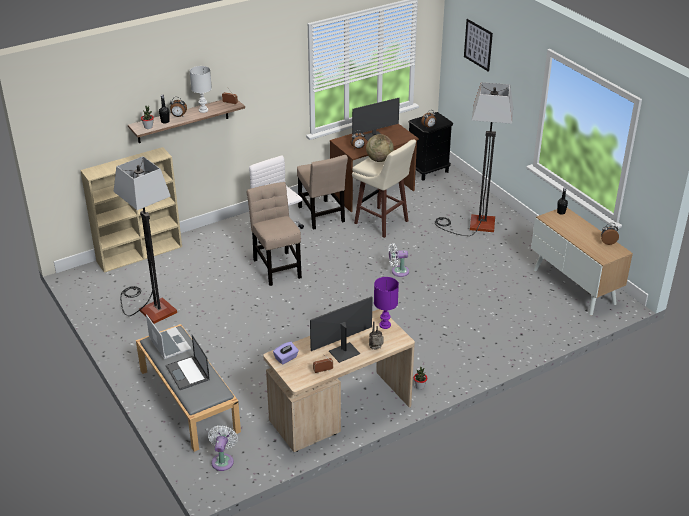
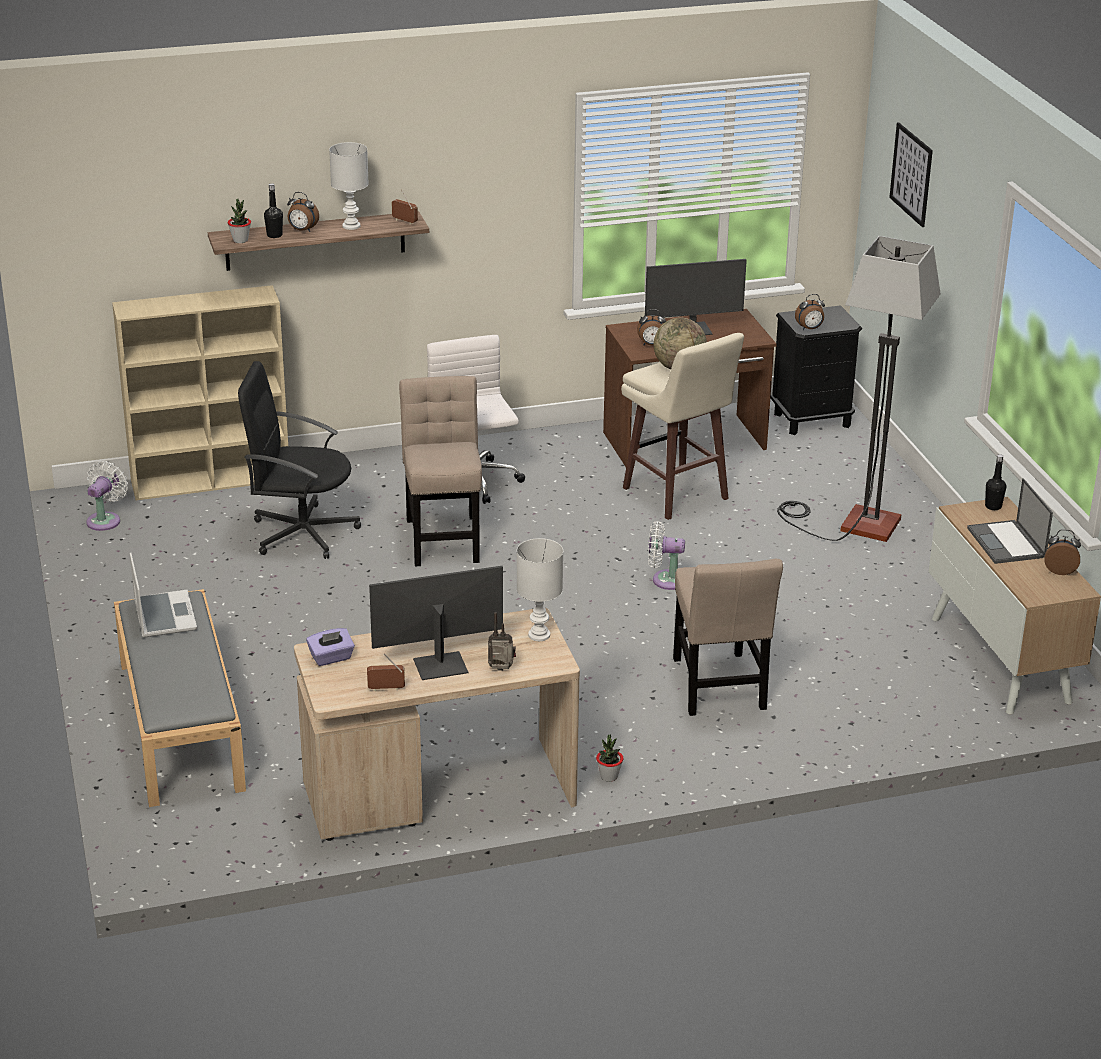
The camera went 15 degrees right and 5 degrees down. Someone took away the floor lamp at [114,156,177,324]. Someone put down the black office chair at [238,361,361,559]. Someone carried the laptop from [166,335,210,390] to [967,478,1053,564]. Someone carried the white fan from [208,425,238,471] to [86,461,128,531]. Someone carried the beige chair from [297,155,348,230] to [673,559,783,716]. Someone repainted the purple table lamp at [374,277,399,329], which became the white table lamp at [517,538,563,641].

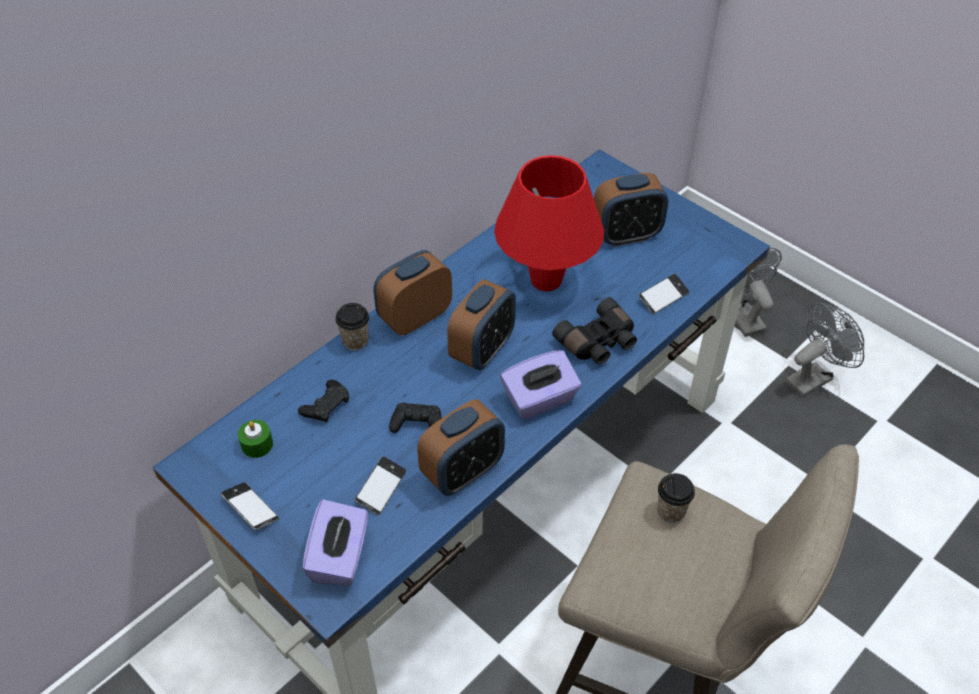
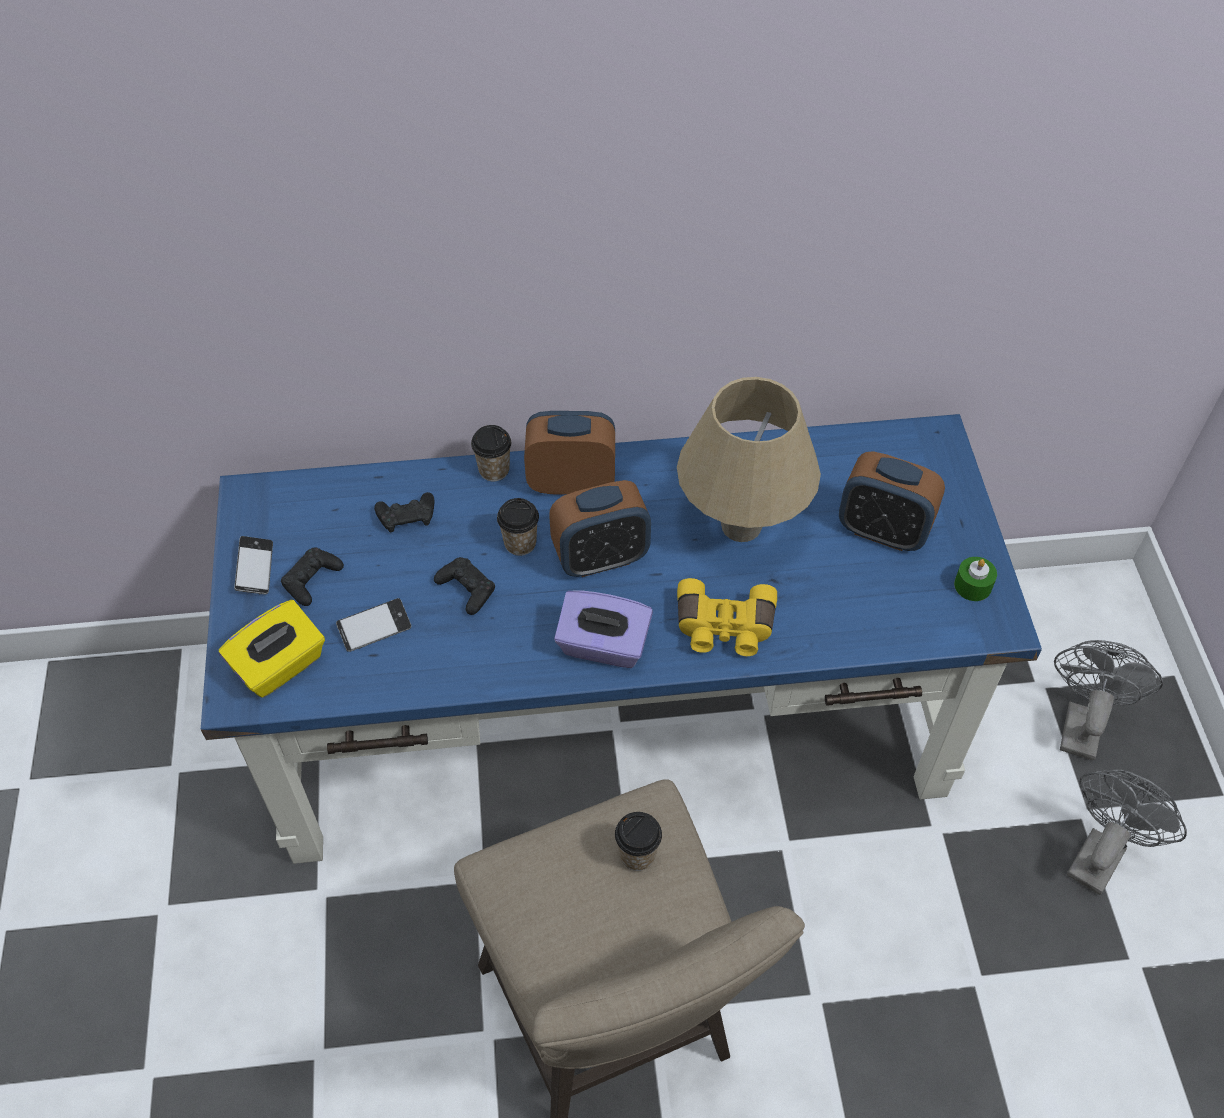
The camera went 40 degrees right and 5 degrees up. Someone took away the alarm clock at [417,399,505,496]. Someone took away the phone at [638,274,689,314]. Someone put down the black game controller at [281,547,344,606]. Someone put down the cup at [497,498,539,556]. Someone carried the green candle from [238,420,273,458] to [954,557,997,601]. Someone repainted the purple tissue box at [302,499,368,586], which became the yellow tissue box at [219,600,325,698]. Someone repainted the red table lamp at [494,155,604,291], which became the beige table lamp at [677,377,821,542]. Someone repainted the black binoculars at [552,297,637,365], which became the yellow binoculars at [677,578,777,656]. Someone rotated the grey fan at [785,303,864,397] by 60 degrees counterclockwise.

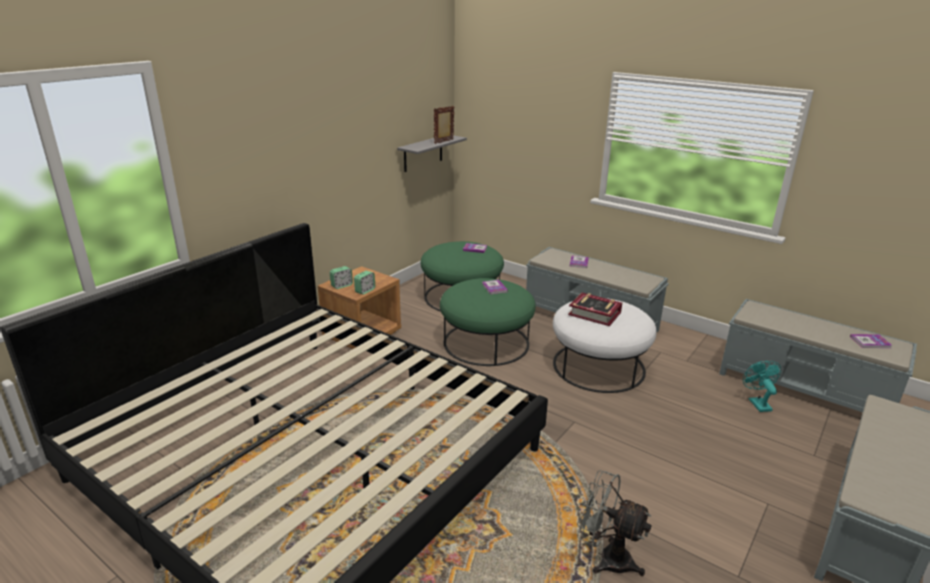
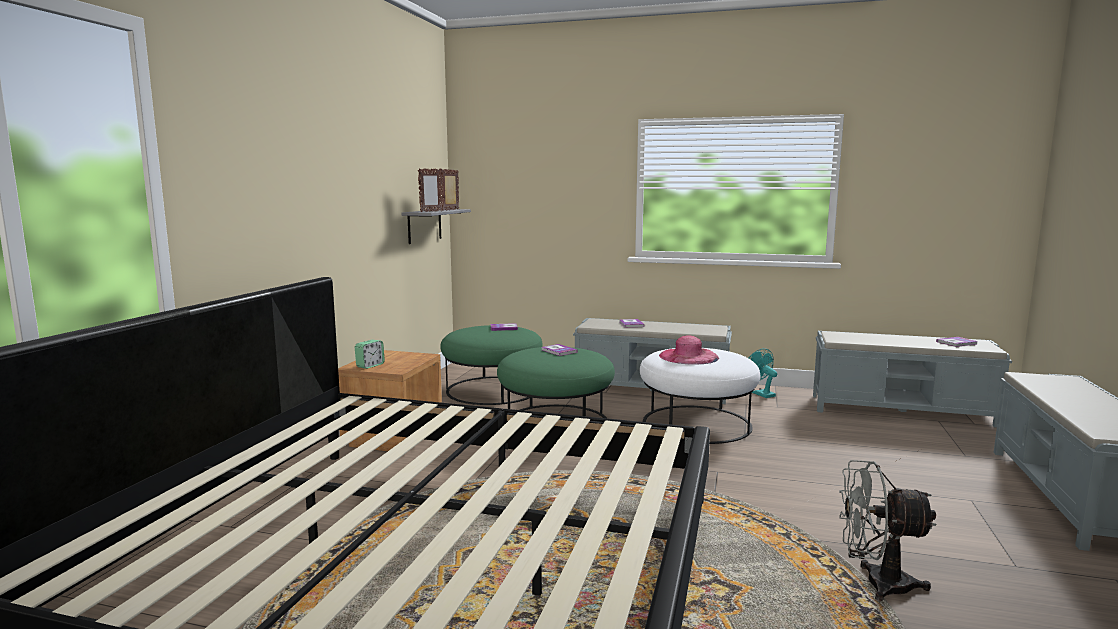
The camera went 20 degrees left and 15 degrees down. Someone took away the alarm clock at [354,271,375,295]. Someone put down the picture frame at [418,168,443,212]. Someone carried the turquoise fan from [743,361,781,412] to [749,348,777,398]. Someone swapped the book at [568,293,622,326] for the pink hat at [659,335,719,364].

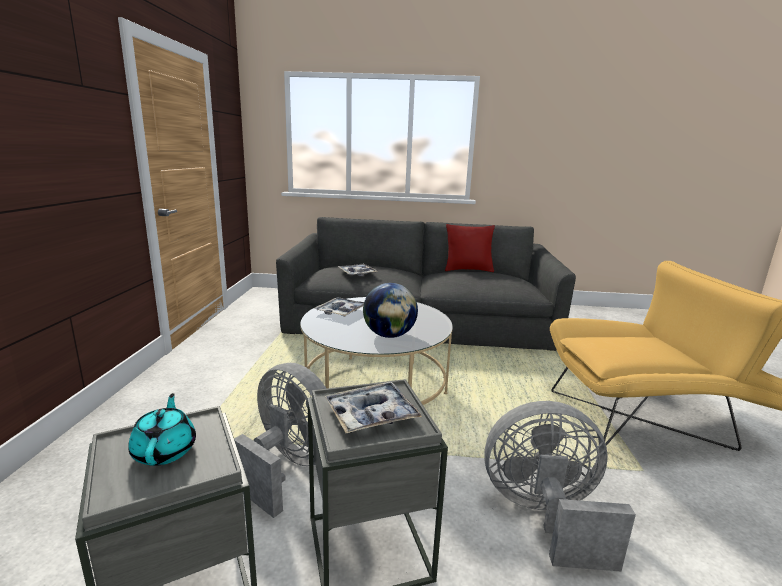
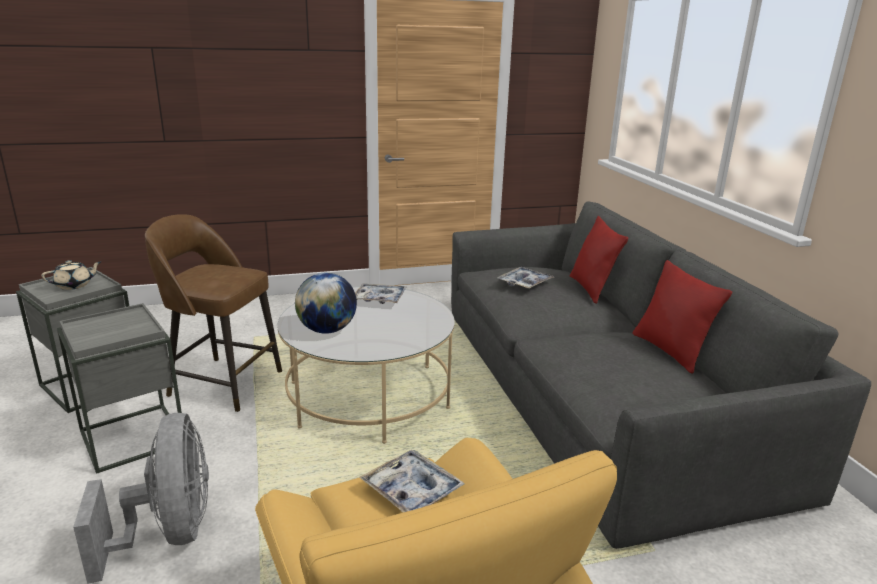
The camera went 70 degrees right and 5 degrees up. Someone put down the red pillow at [570,216,628,304]. Someone carried the tray from [325,382,422,433] to [359,450,465,512]. Someone swapped the grey fan at [234,363,327,518] for the brown stool at [145,214,282,412]. Someone repainted the turquoise teapot at [128,393,196,466], which became the beige teapot at [42,260,102,290].

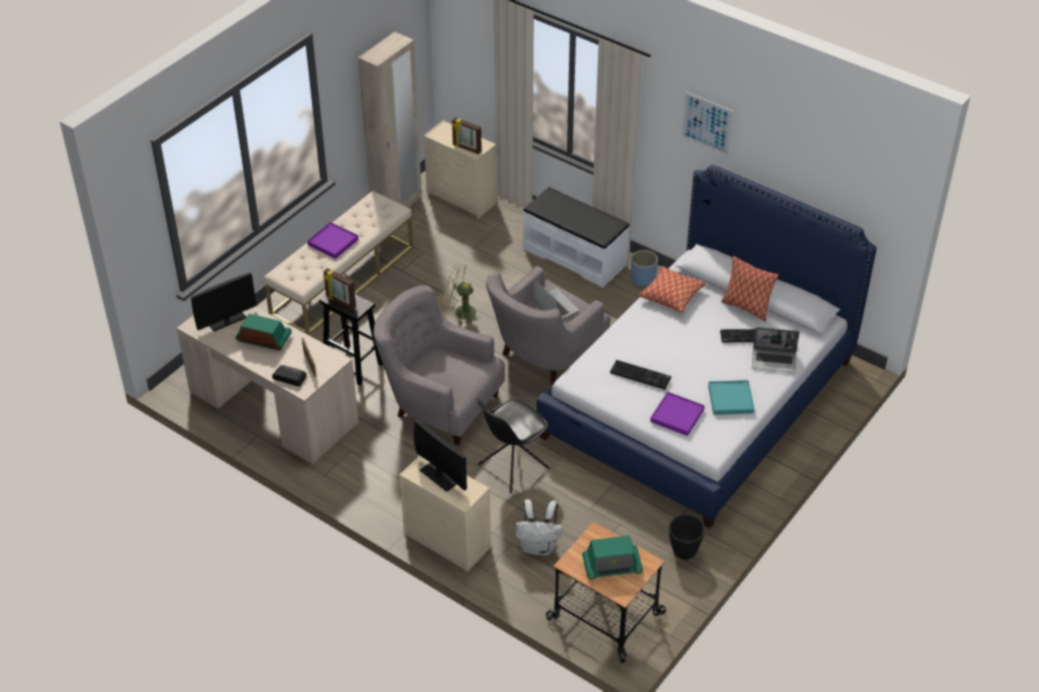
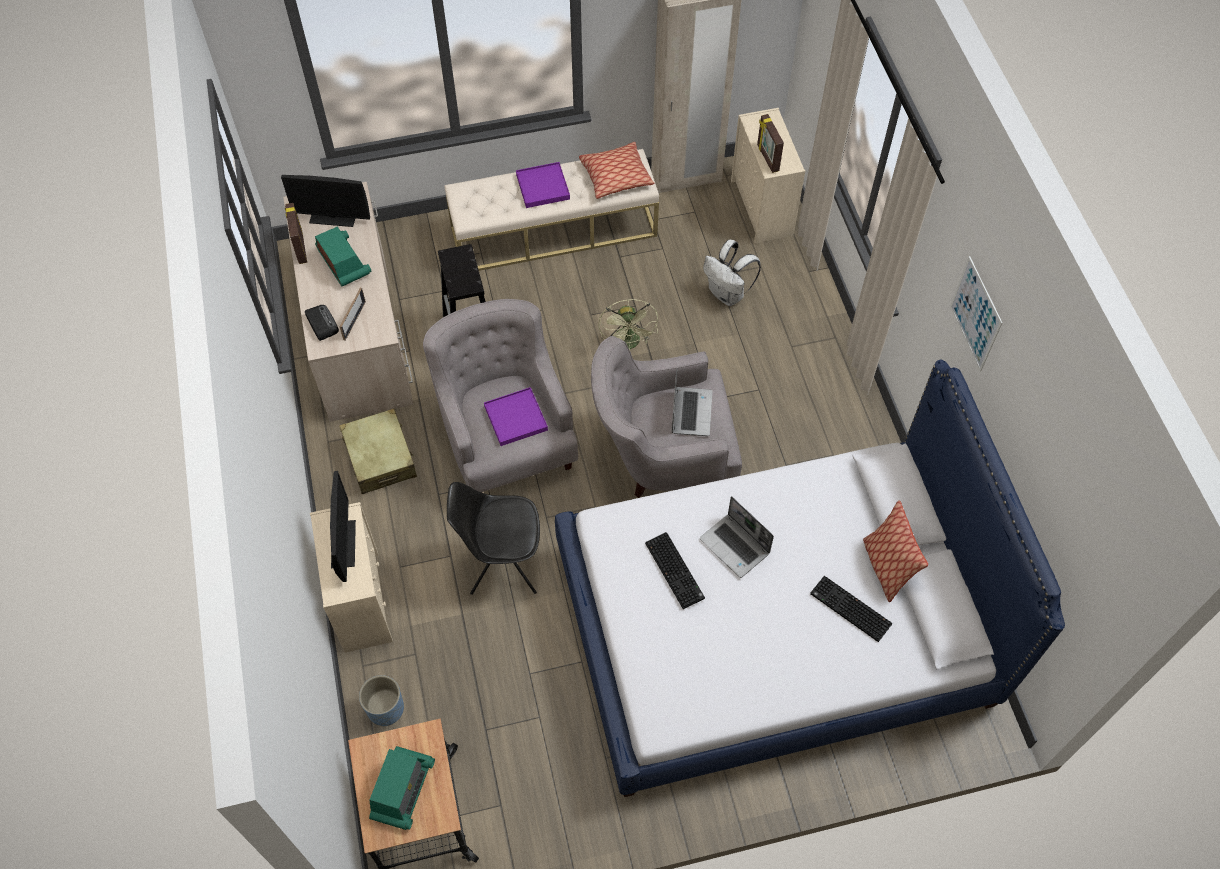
The camera went 40 degrees right and 15 degrees up. Someone took away the white bench at [523,187,630,288]. Someone took away the black planter at [669,514,705,560]. Someone took away the turquoise tray at [708,380,754,415]. Someone put down the beige suitcase at [339,408,417,494]. Someone carried the picture frame from [323,268,356,310] to [285,203,307,264]. Someone carried the white backpack from [516,499,562,555] to [703,240,761,306]. Someone carried the blue planter from [631,250,658,287] to [359,675,404,726]. Someone carried the pillow from [639,266,706,313] to [579,142,654,199]. Someone carried the purple tray from [650,392,705,436] to [484,387,548,446]. Someone carried the laptop from [752,327,799,373] to [700,496,774,578]. Someone rotated the green fan at [444,264,481,324] by 150 degrees counterclockwise. Someone rotated the radio at [582,536,643,580] by 105 degrees counterclockwise.

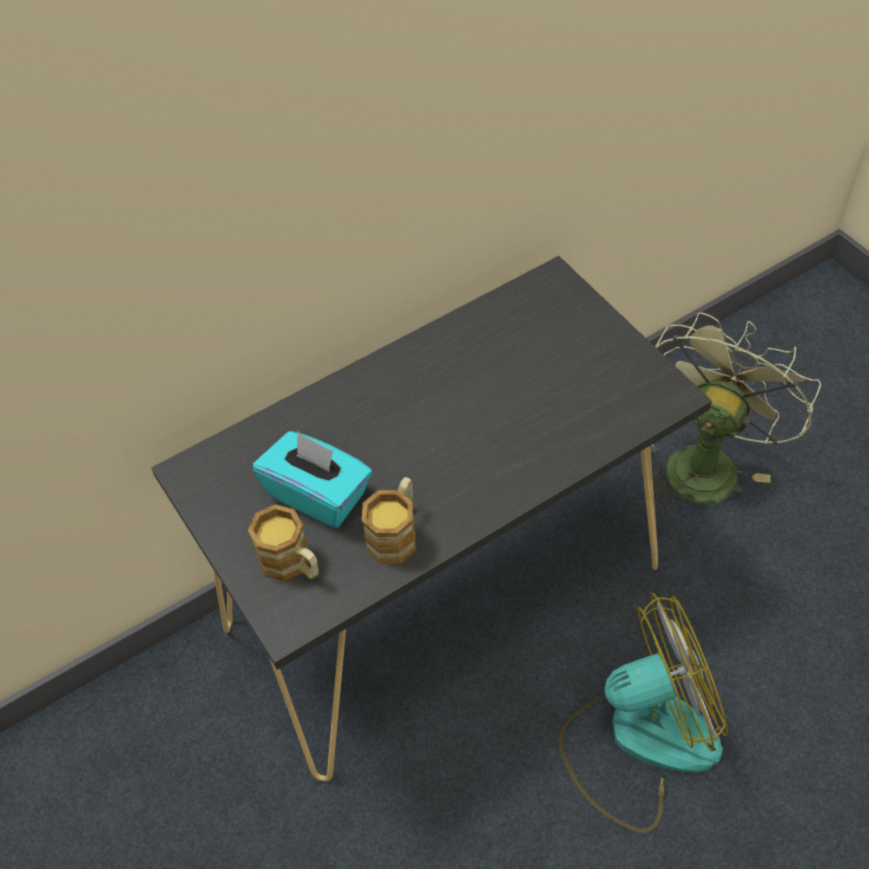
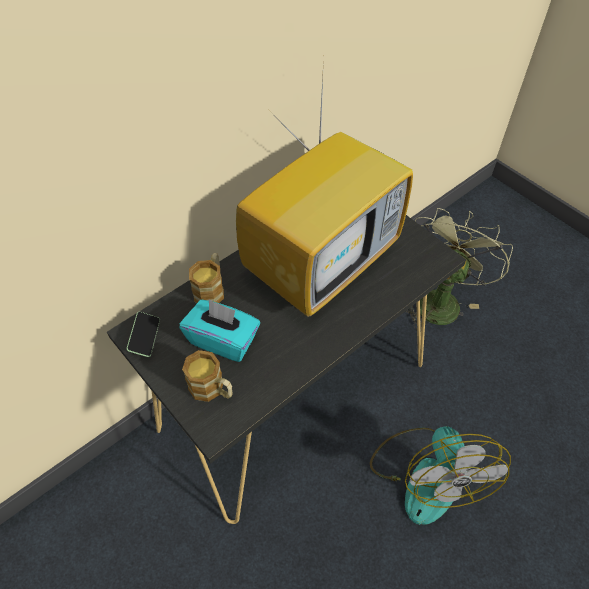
The camera went 10 degrees left and 0 degrees up. Someone put down the phone at [127,312,160,357]. Someone put down the television at [236,58,413,317]. Someone carried the mug from [362,477,416,564] to [189,253,224,303]. Someone rotated the fan at [558,593,728,833] by 105 degrees clockwise.

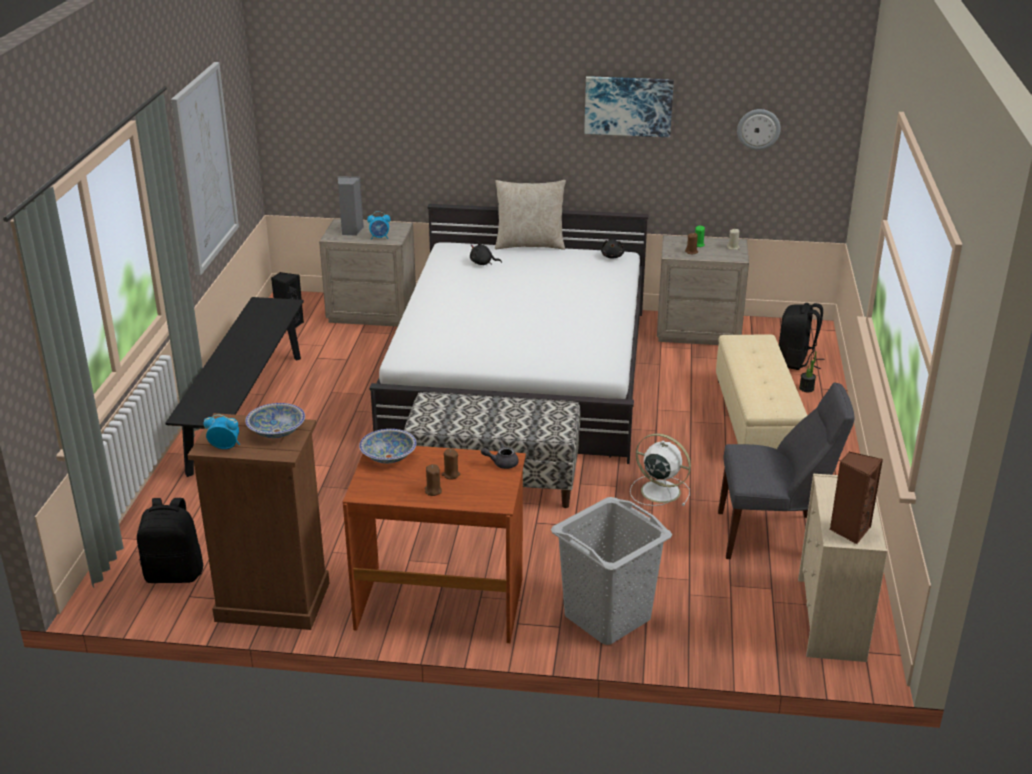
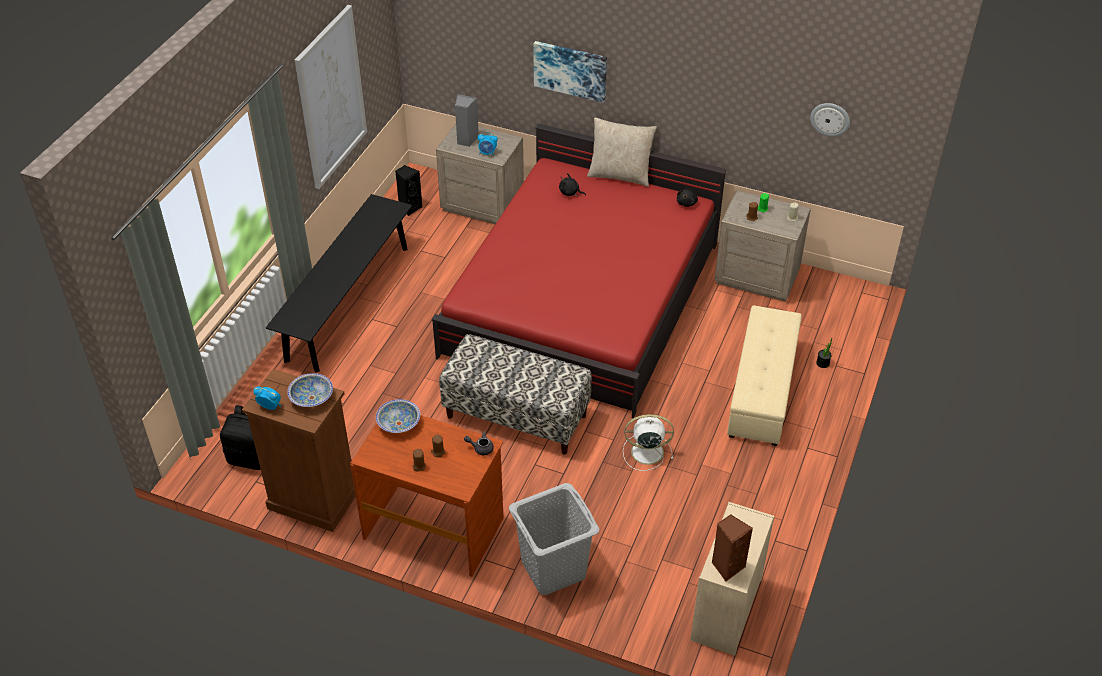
The camera went 15 degrees right and 15 degrees up. Someone took away the grey chair at [718,382,854,559]. Someone took away the black backpack at [779,303,825,370]. Someone carried the picture from [584,76,674,137] to [533,41,607,103]. Someone repainted the white bed at [369,204,648,464], which became the red bed at [432,124,726,418]. Someone rotated the white fan at [630,433,691,506] by 45 degrees counterclockwise.

